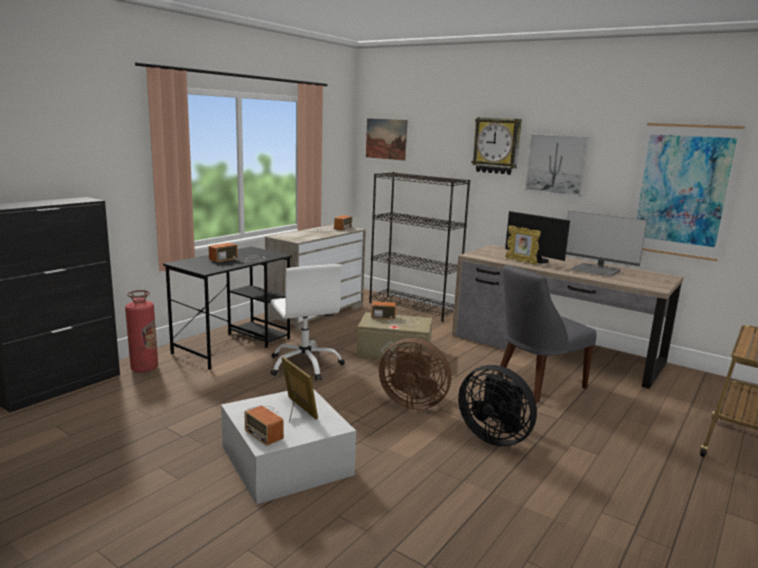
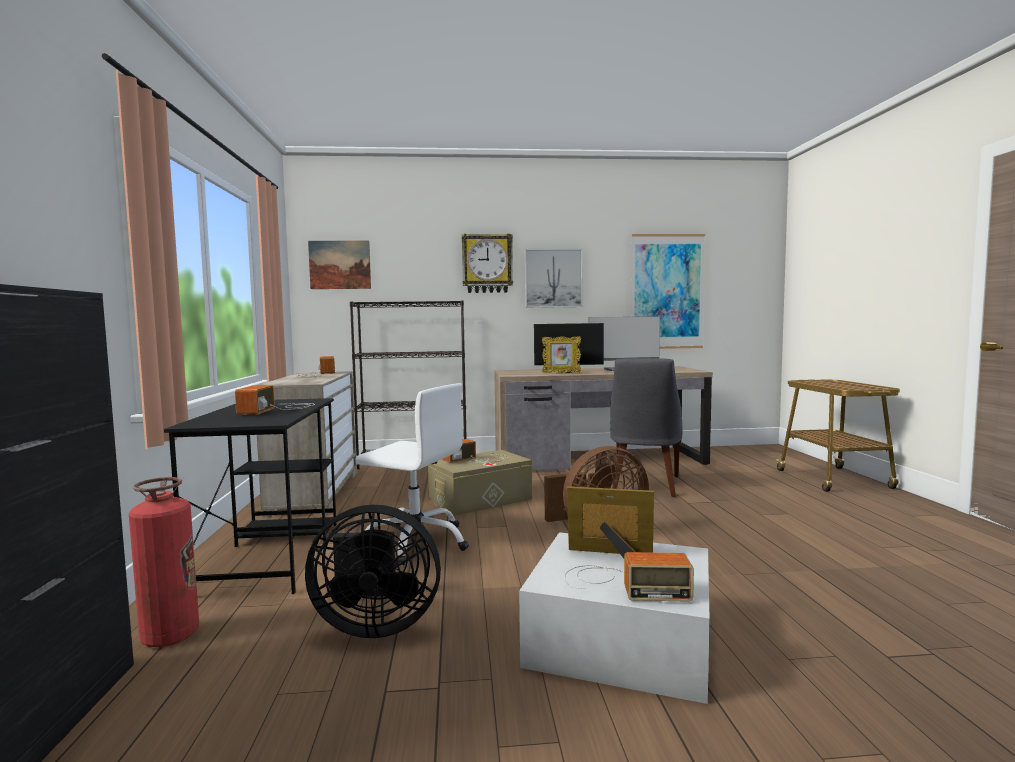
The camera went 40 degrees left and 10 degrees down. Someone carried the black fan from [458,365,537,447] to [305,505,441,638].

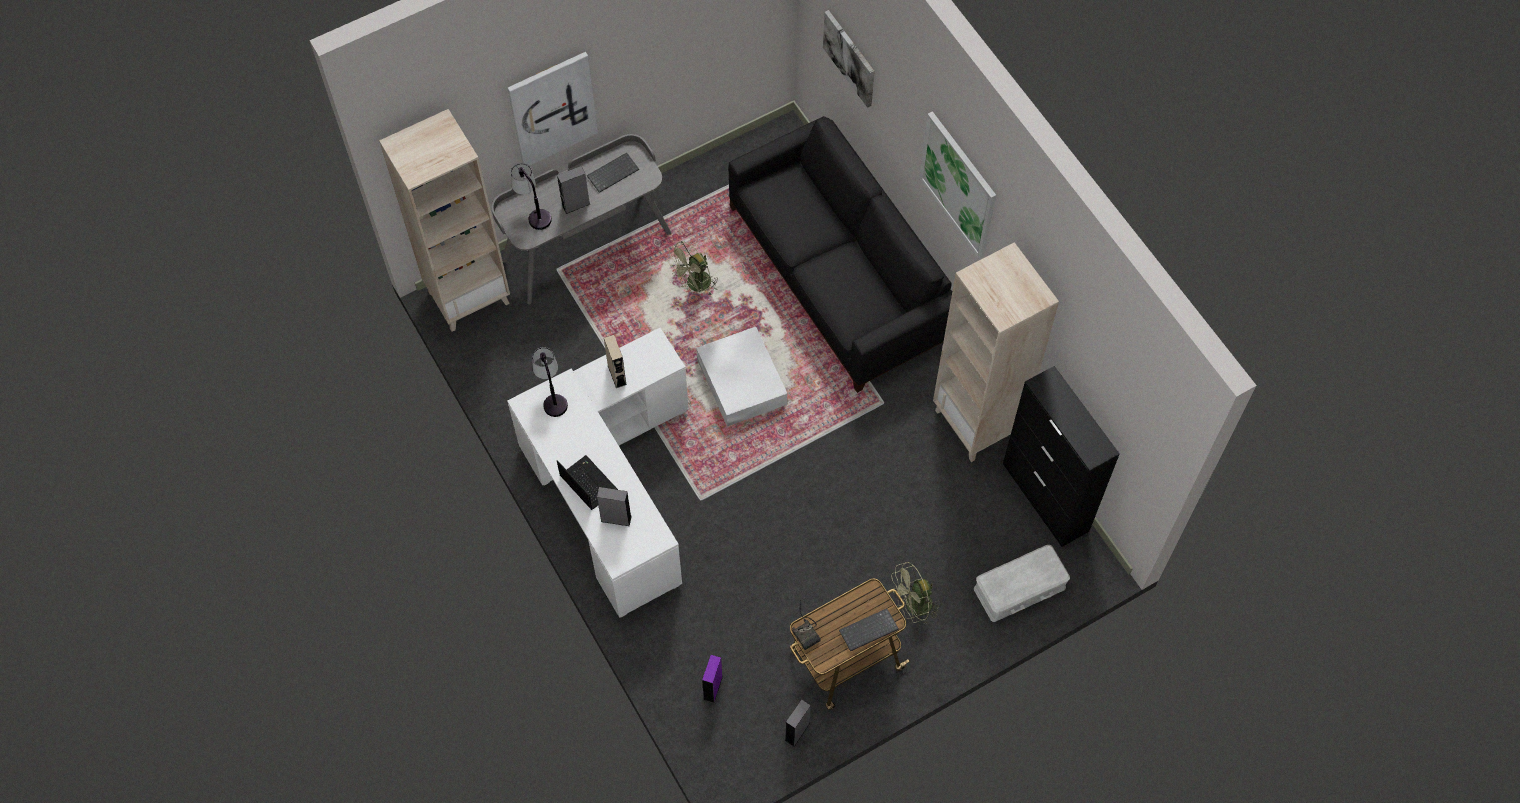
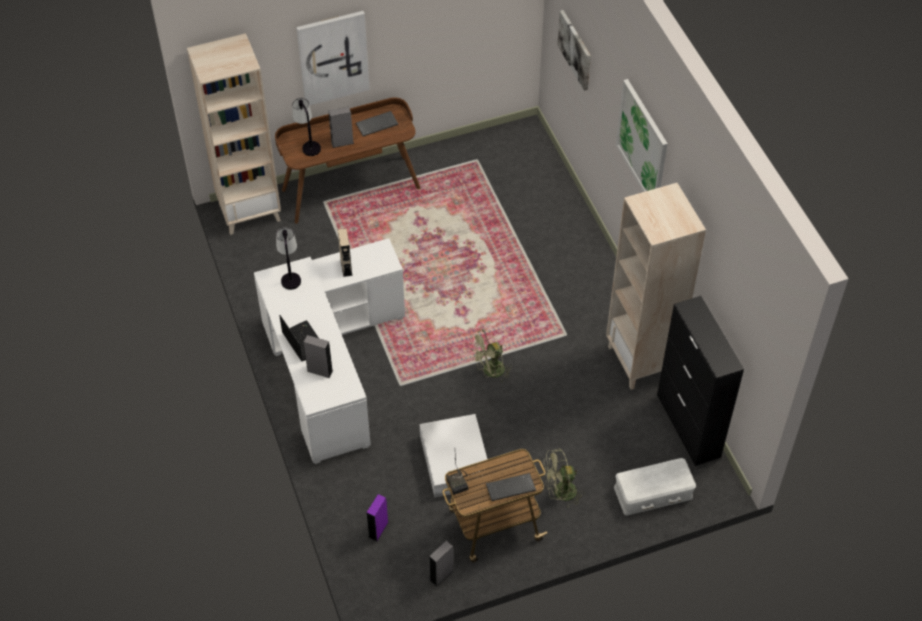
The camera went 10 degrees right and 10 degrees down. Someone took away the black sofa at [729,116,952,393]. Someone carried the green fan from [667,241,718,295] to [469,329,512,382]. Someone carried the white storage box from [696,327,787,427] to [420,414,487,497]. Someone repainted the grey desk at [491,134,671,304], which became the brown desk at [275,97,421,224].

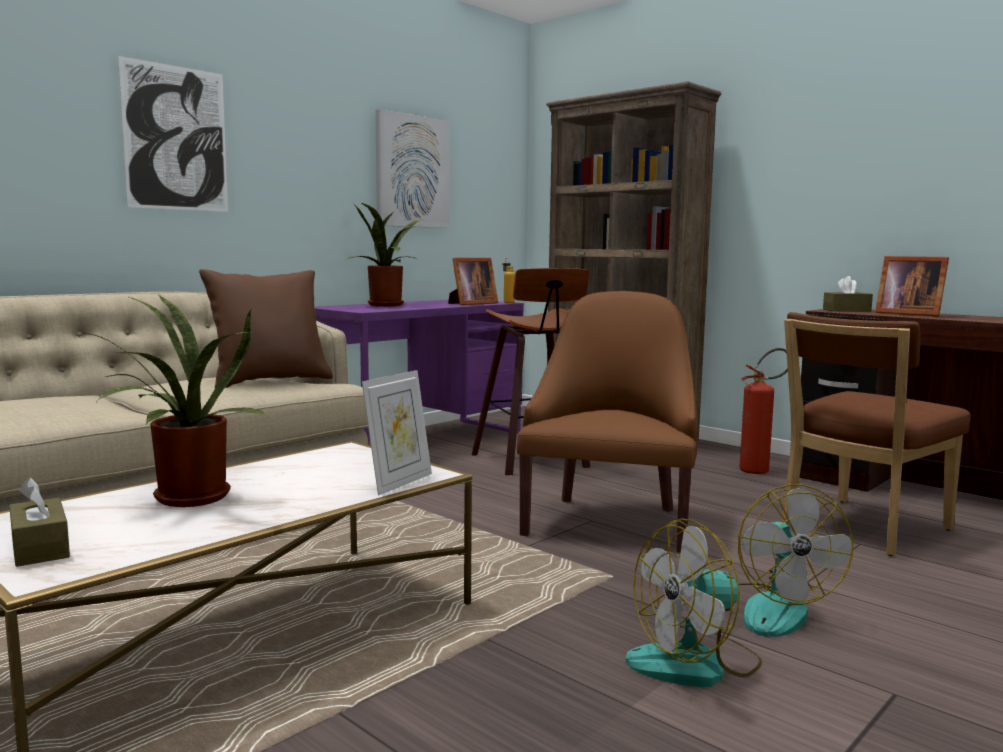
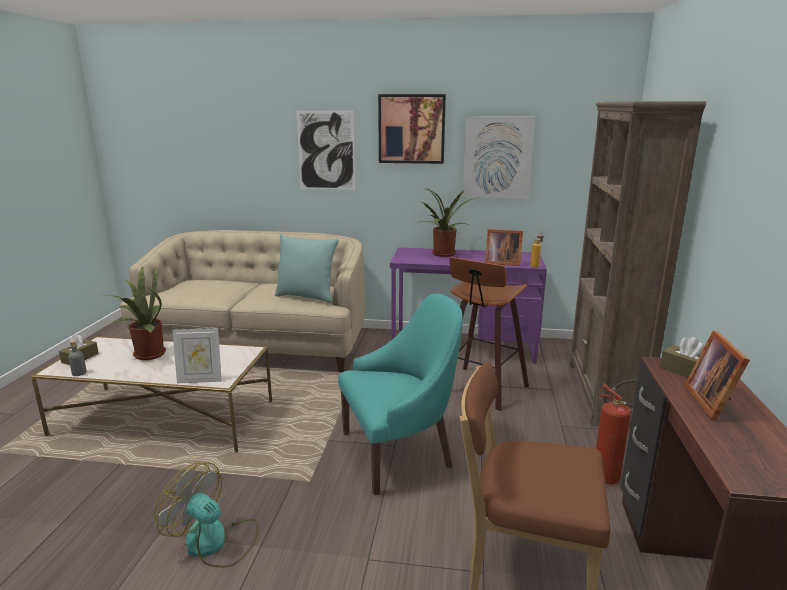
The camera went 55 degrees right and 10 degrees up. Someone took away the fan at [725,484,853,637]. Someone put down the grey bottle at [68,340,87,376]. Someone put up the picture at [378,94,446,164]. Someone repainted the brown pillow at [199,269,333,388], which became the turquoise pillow at [275,234,339,303]. Someone repainted the brown armchair at [517,291,698,553], which became the turquoise armchair at [338,294,463,495].

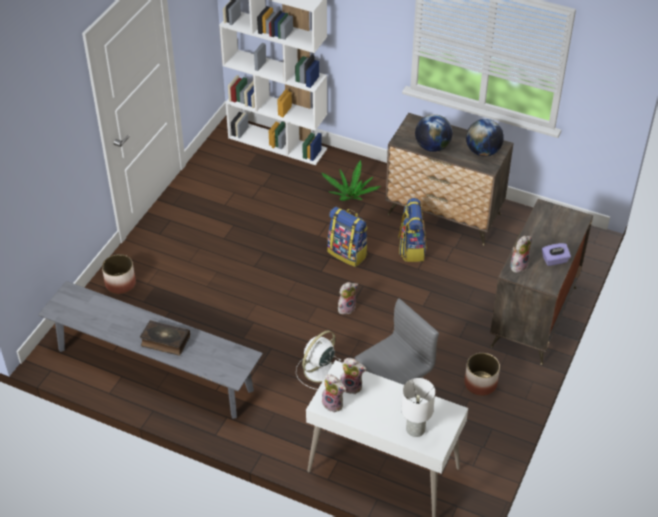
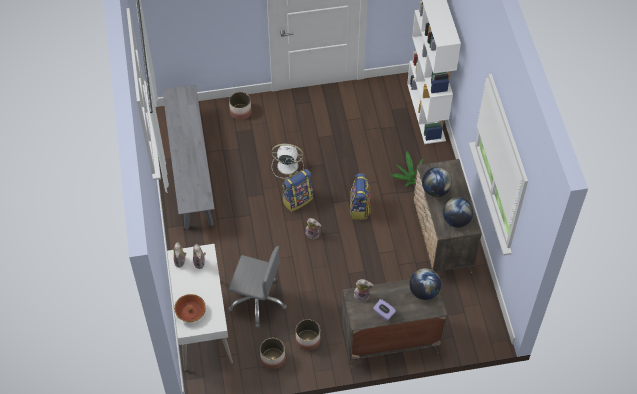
The camera went 55 degrees right and 10 degrees up. Someone took away the book at [140,320,190,356]. Someone put down the planter at [260,338,285,369]. Someone put down the globe at [409,268,441,300]. Someone carried the white fan from [296,330,342,390] to [271,144,304,178]. Someone carried the backpack from [398,198,427,262] to [282,169,313,212]. Someone swapped the white table lamp at [401,378,435,437] for the bowl at [174,294,206,322].

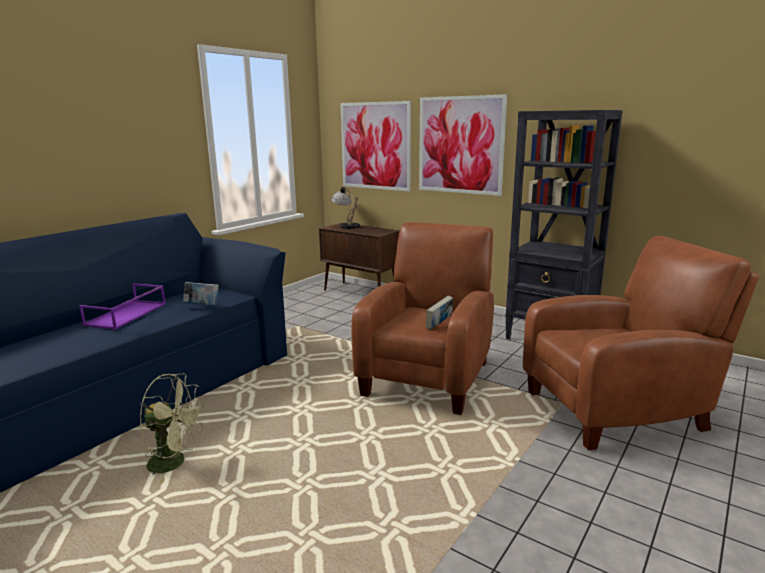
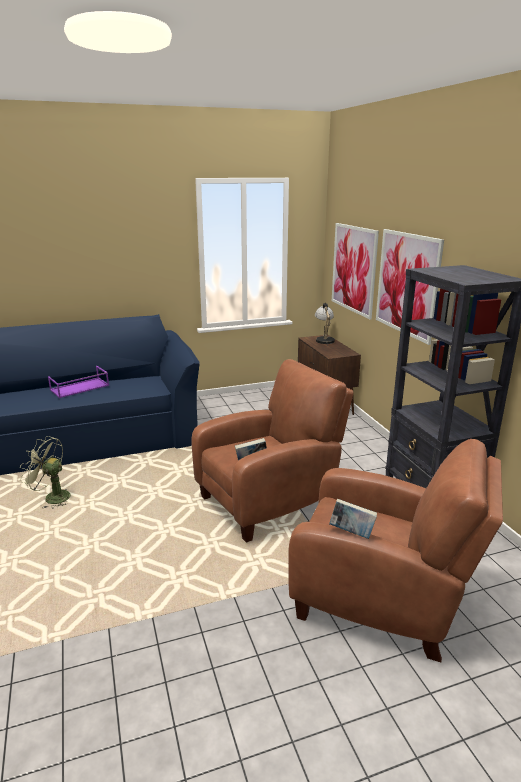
The camera went 35 degrees right and 5 degrees up. Someone carried the book from [183,282,219,305] to [329,499,377,539]. Someone rotated the green fan at [140,374,204,484] by 150 degrees clockwise.

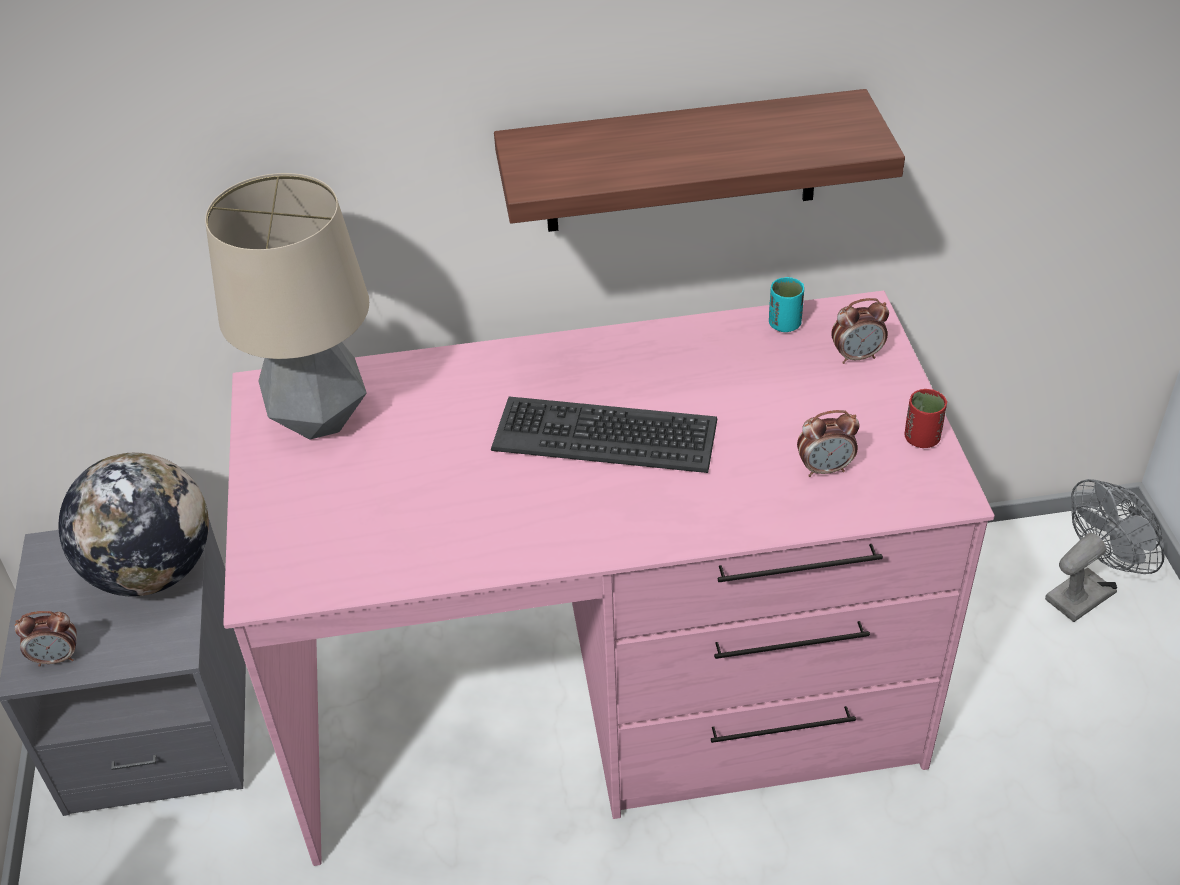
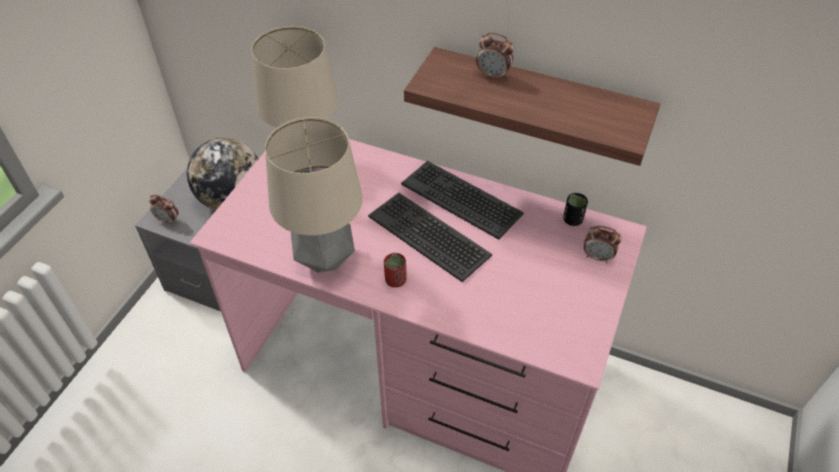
The camera went 30 degrees right and 5 degrees up. Someone took away the grey fan at [1045,479,1165,622]. Someone put down the table lamp at [265,117,363,272]. Someone put down the keyboard at [401,161,524,240]. Someone carried the alarm clock from [797,410,860,477] to [476,33,514,81]. Someone carried the red cup from [905,389,947,448] to [384,253,407,288]. Someone repainted the turquoise cup at [769,277,804,332], which became the black cup at [563,193,588,226].

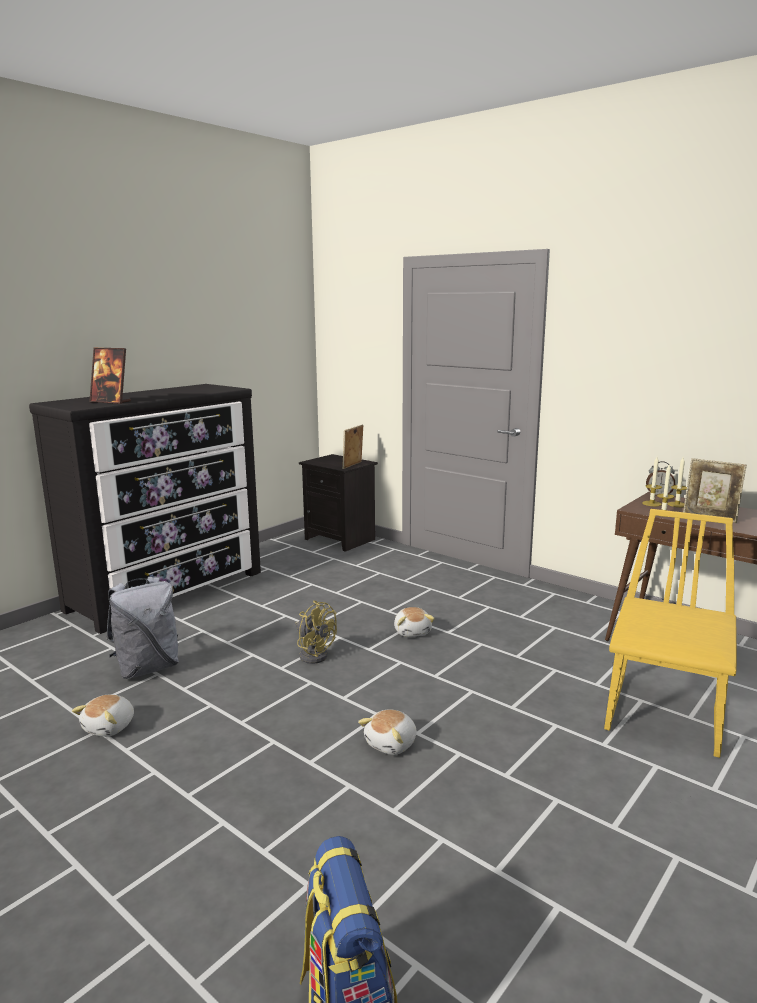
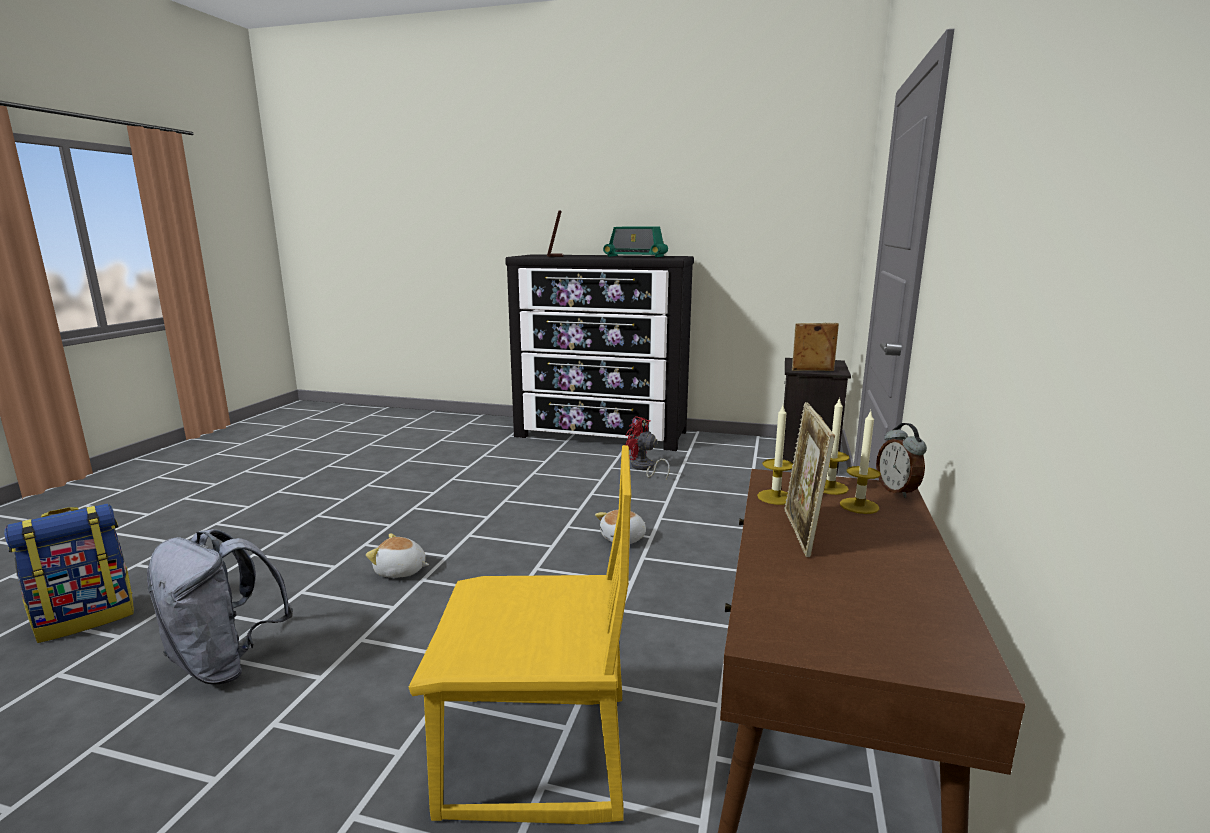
The camera went 65 degrees right and 0 degrees up. Someone took away the plush toy at [72,695,134,737]. Someone took away the yellow fan at [296,600,337,664]. Someone put down the radio at [603,227,668,258]. Someone put down the red fan at [625,416,670,480]. Someone carried the grey backpack from [106,577,179,679] to [147,529,293,685].

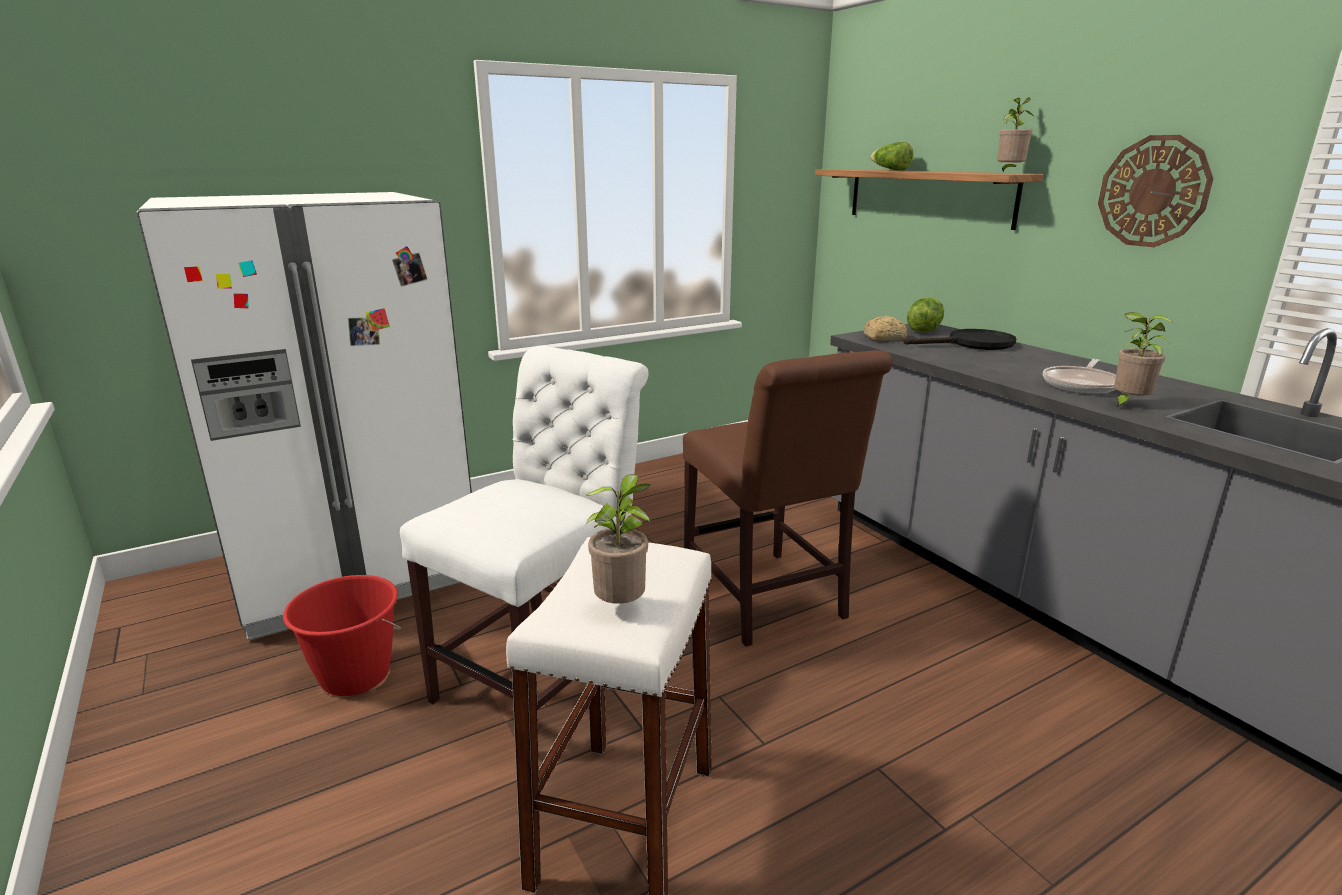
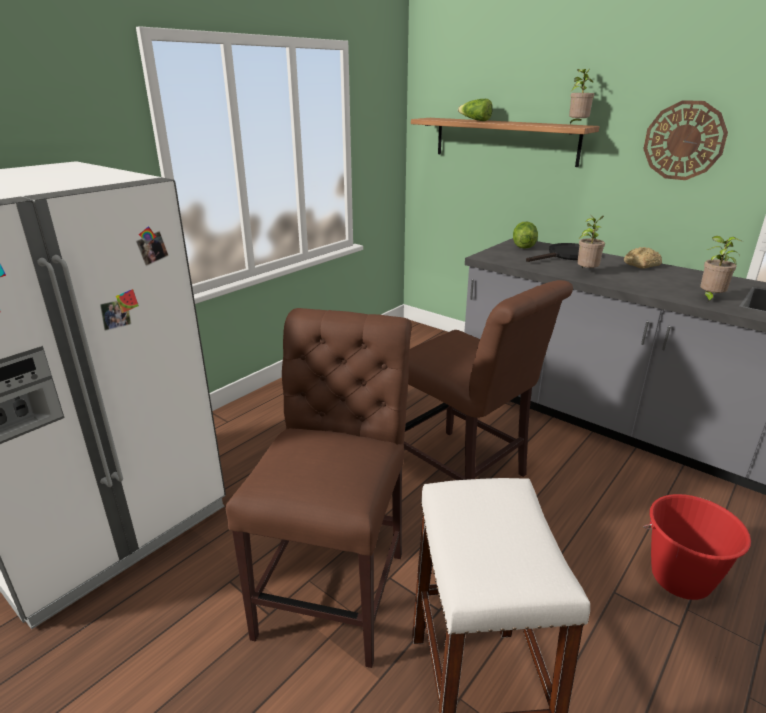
The camera went 20 degrees left and 5 degrees up. Someone took away the frying pan at [1043,359,1116,394]. Someone carried the red bucket from [283,575,401,696] to [643,494,751,600]. Someone carried the potted plant from [586,474,651,604] to [577,215,605,268]. Someone carried the bread from [864,316,907,341] to [624,247,662,268]. Someone repainted the white chair at [400,345,649,755], which became the brown chair at [226,308,412,668].

